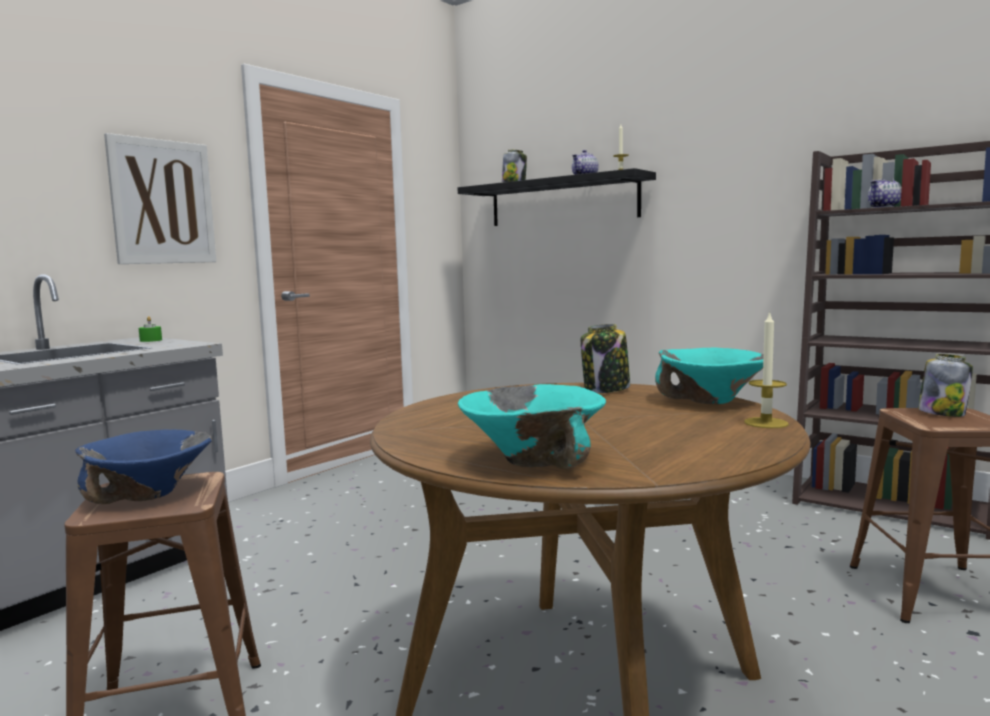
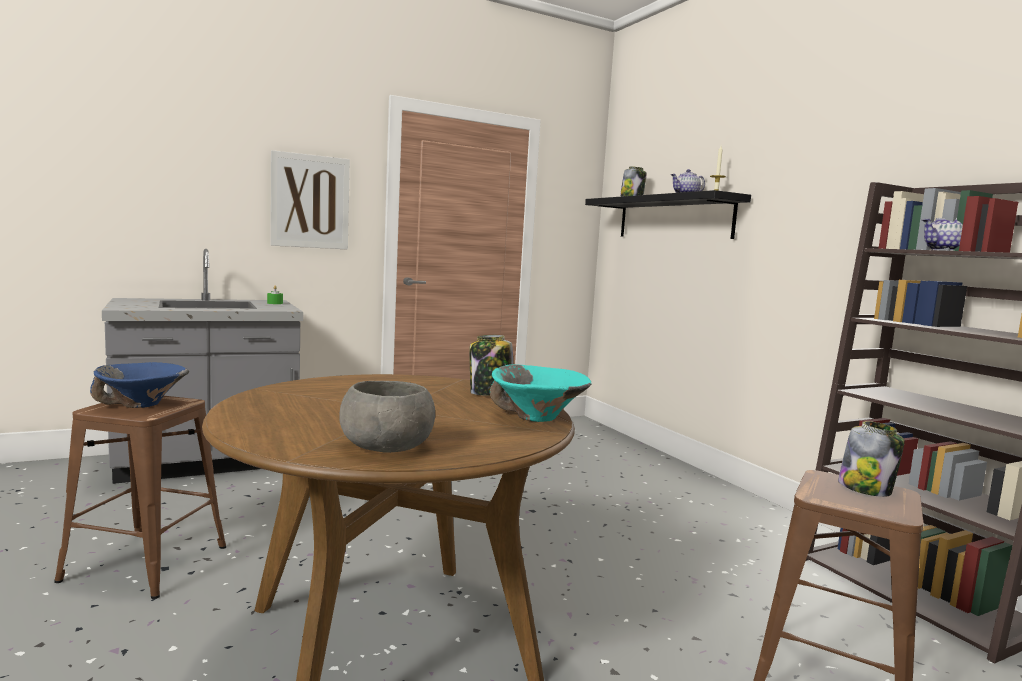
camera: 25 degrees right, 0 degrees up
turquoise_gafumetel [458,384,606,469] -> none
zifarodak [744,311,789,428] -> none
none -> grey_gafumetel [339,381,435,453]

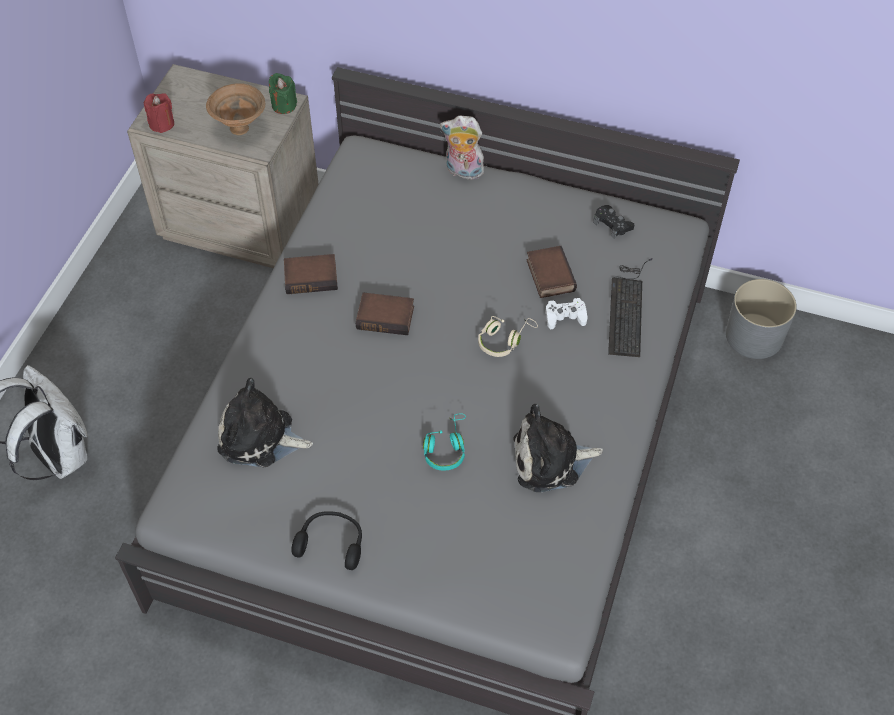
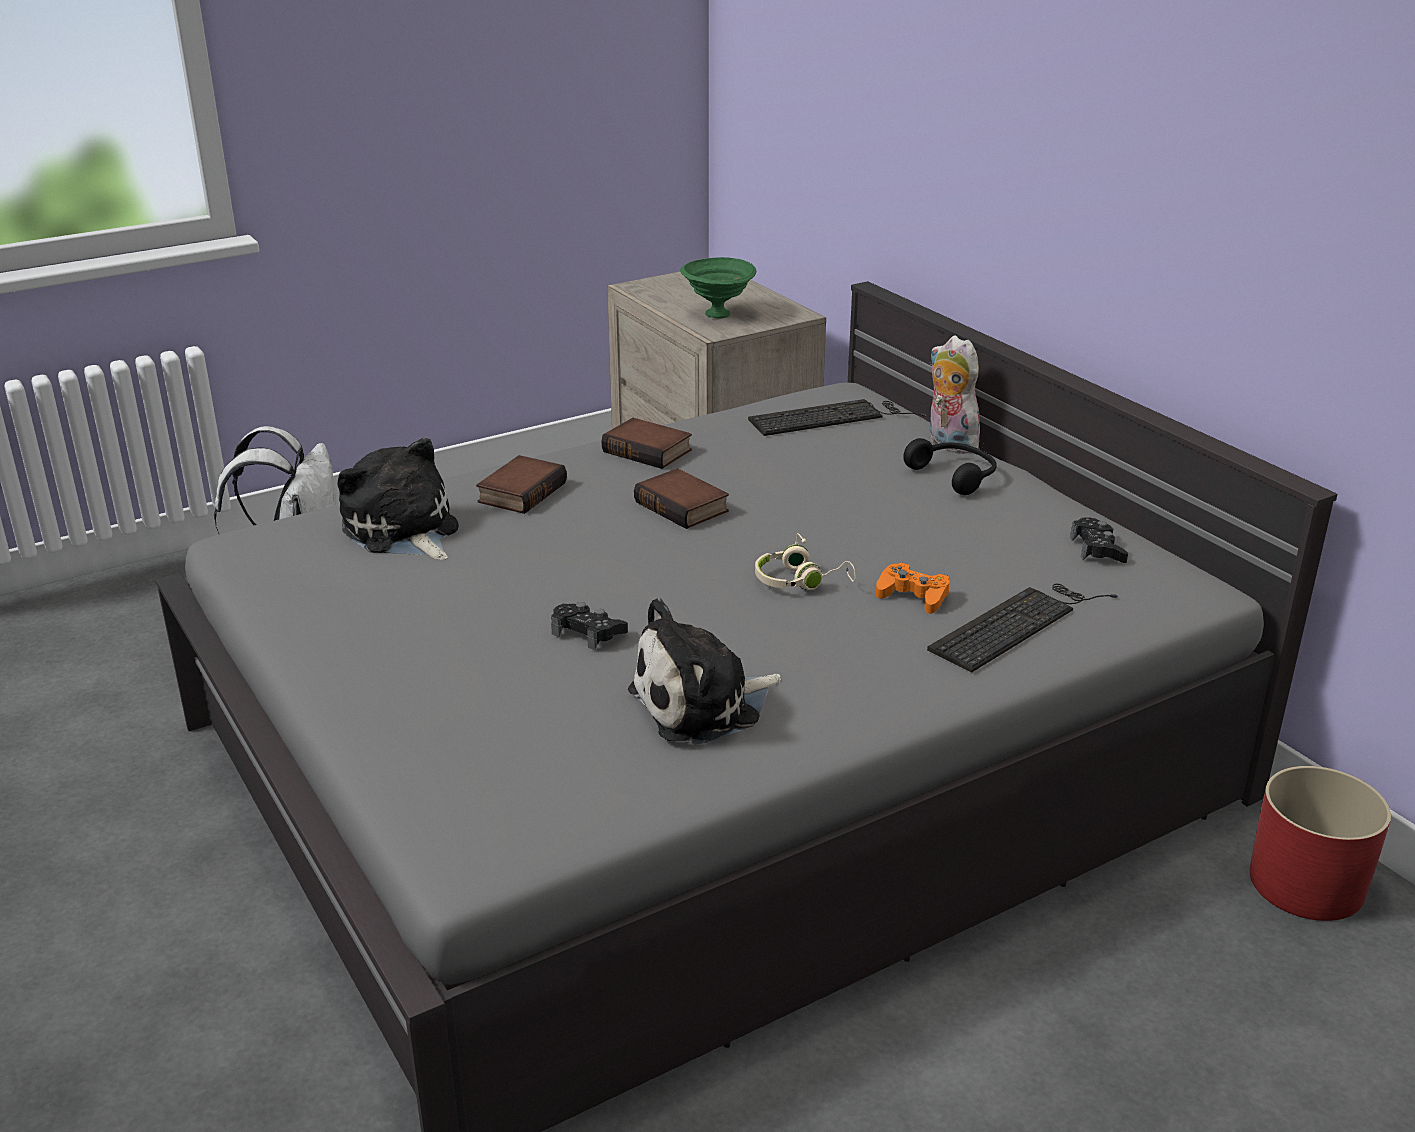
camera: 40 degrees right, 25 degrees down
red_zifarodak [144,93,174,133] -> none
brown_gafumetel [206,83,265,135] -> green_gafumetel [680,257,756,318]
green_zifarodak [269,73,297,114] -> none
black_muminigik [291,511,362,570] -> black_muminigik [903,438,997,495], move
turquoise_muminigik [423,413,466,470] -> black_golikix [551,602,628,650]
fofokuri [513,404,603,492] -> fofokuri [628,598,781,745], 60 degrees counterclockwise
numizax [527,246,577,298] -> numizax [476,455,567,514], move
white_golikix [546,298,588,329] -> orange_golikix [876,563,949,614]
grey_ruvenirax [726,279,797,359] -> red_ruvenirax [1250,766,1391,921]
none -> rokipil [748,399,926,436]

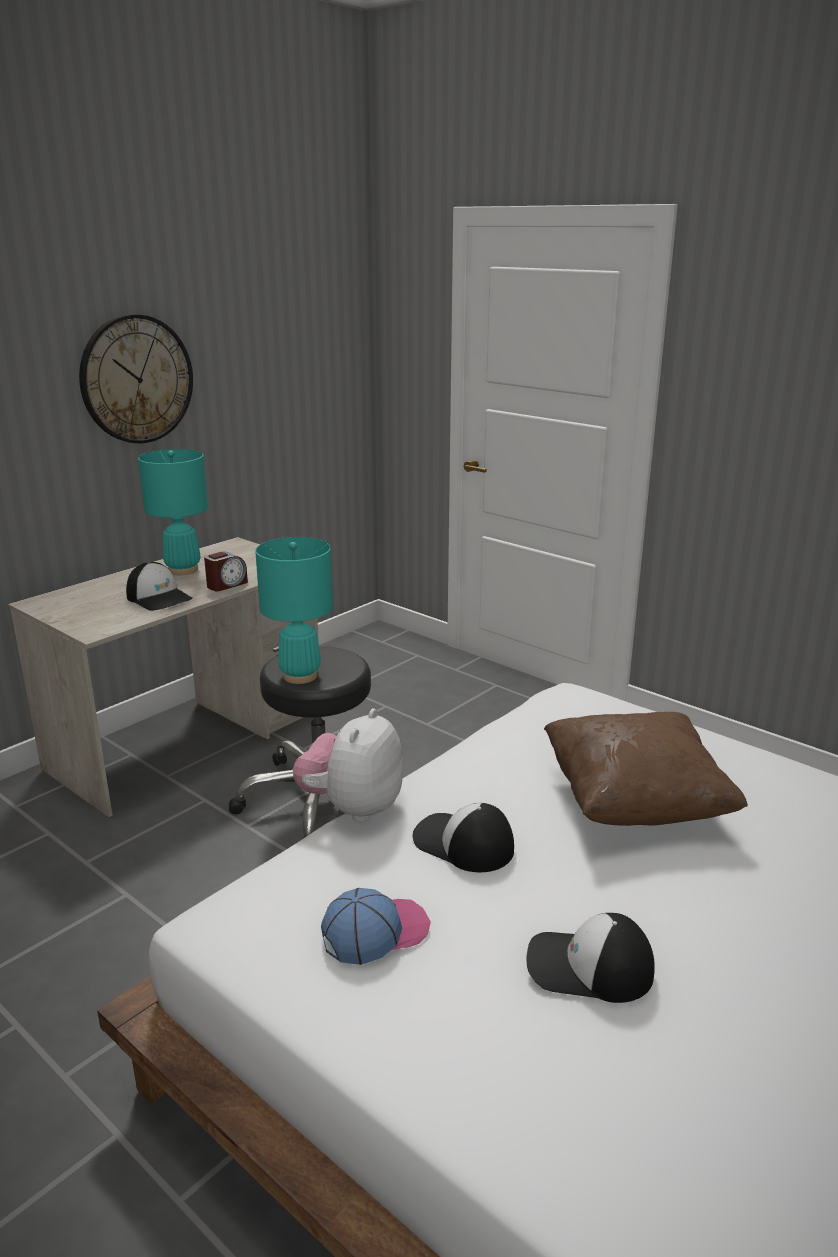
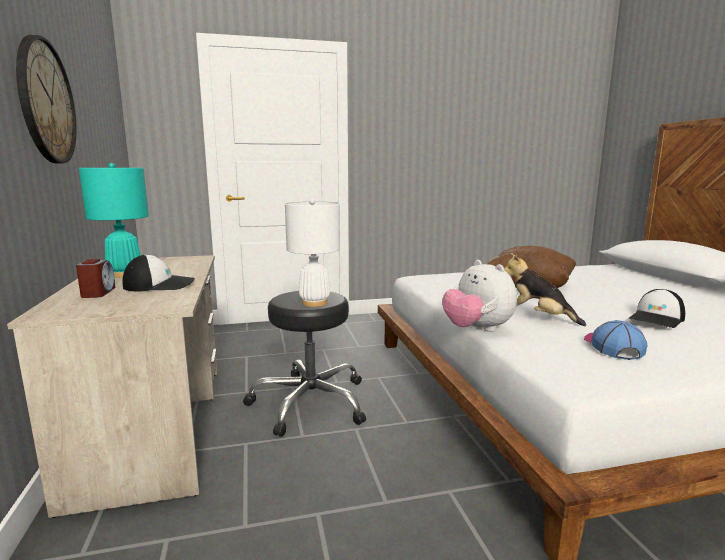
camera: 55 degrees left, 10 degrees down
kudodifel [204,551,248,591] -> kudodifel [76,259,115,298], move
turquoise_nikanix [255,537,333,684] -> white_nikanix [285,199,340,307]
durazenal [413,803,514,872] -> fofokuri [504,253,586,326]

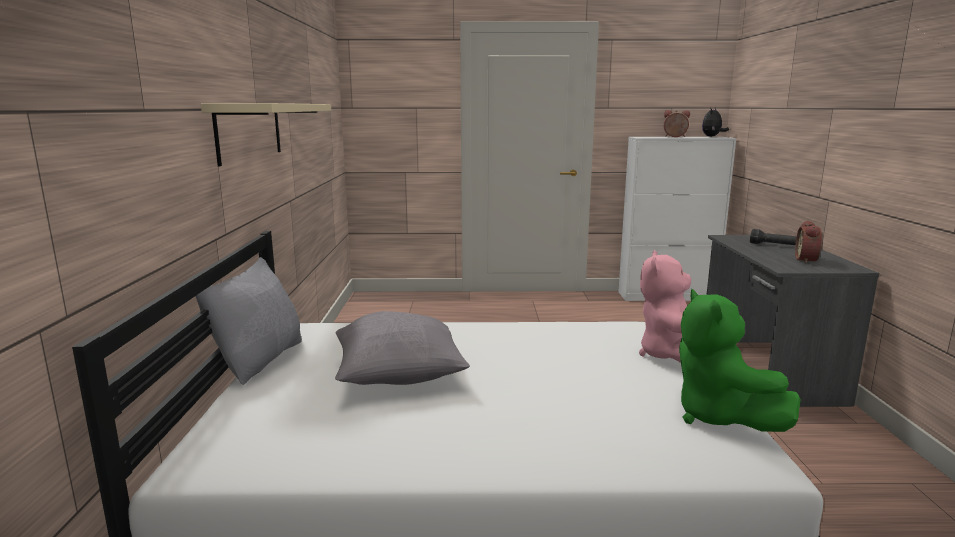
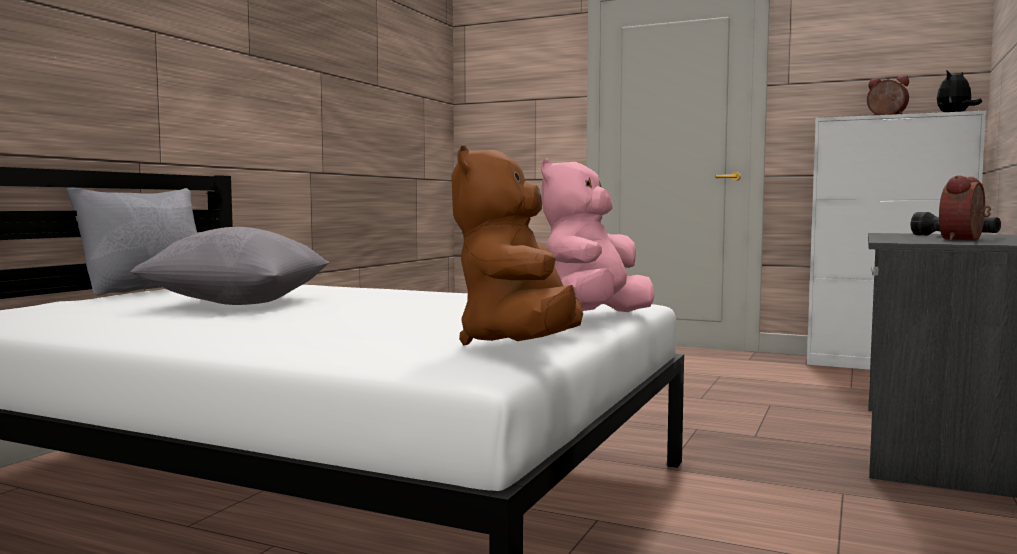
camera: 25 degrees right, 10 degrees down
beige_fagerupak [201,103,331,166] -> none
green_fofokuri [679,289,801,432] -> brown_fofokuri [451,145,583,345]

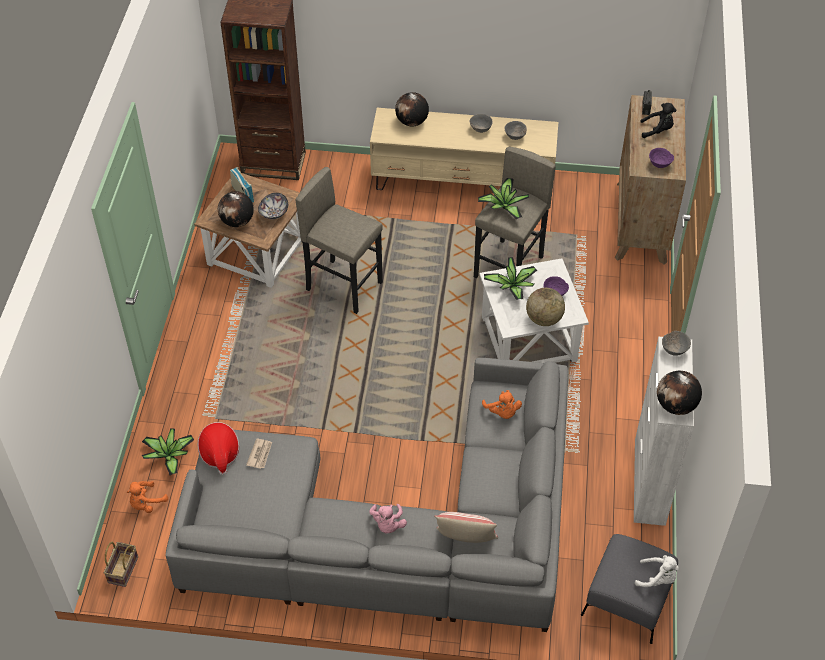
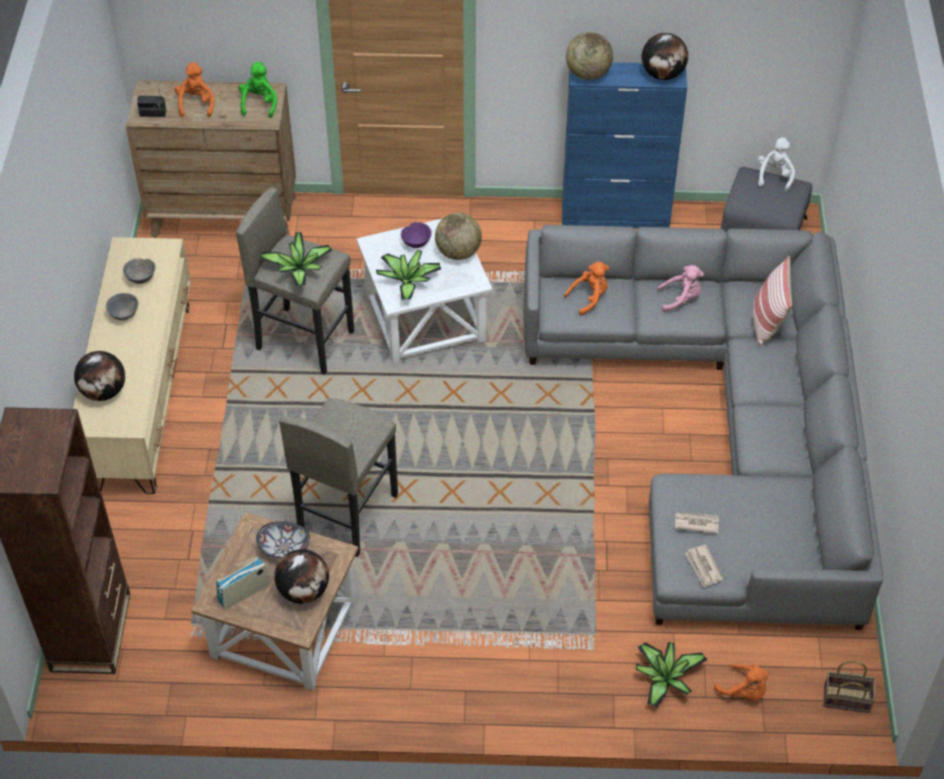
camera: 95 degrees left, 0 degrees up
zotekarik [198,422,239,475] -> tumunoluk [685,545,723,587]
pink_fofokuri [369,504,407,533] -> pink_fofokuri [658,265,704,312], move
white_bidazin [634,336,694,526] -> blue_bidazin [562,62,687,229]
black_fofokuri [640,103,676,138] -> orange_fofokuri [174,62,214,117]
purple_gafumetel [649,148,674,168] -> green_fofokuri [239,62,277,118]
grey_gafumetel [662,331,691,356] -> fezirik [566,32,613,80]

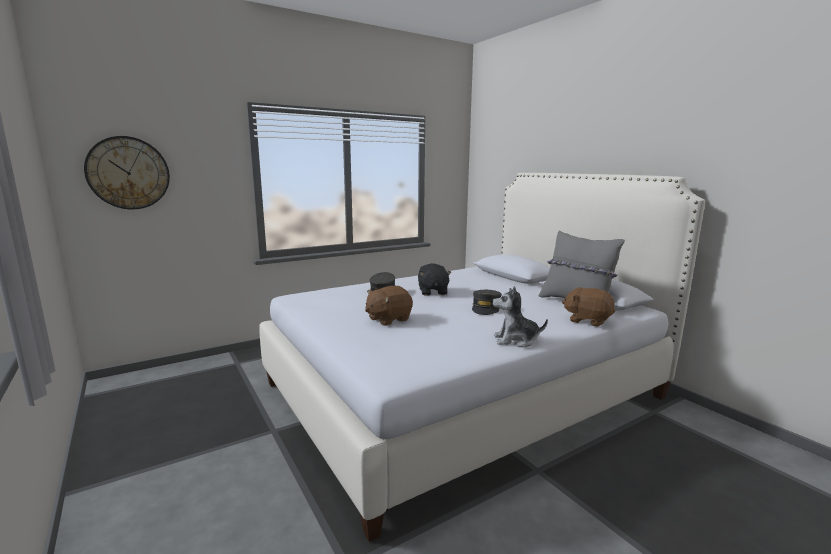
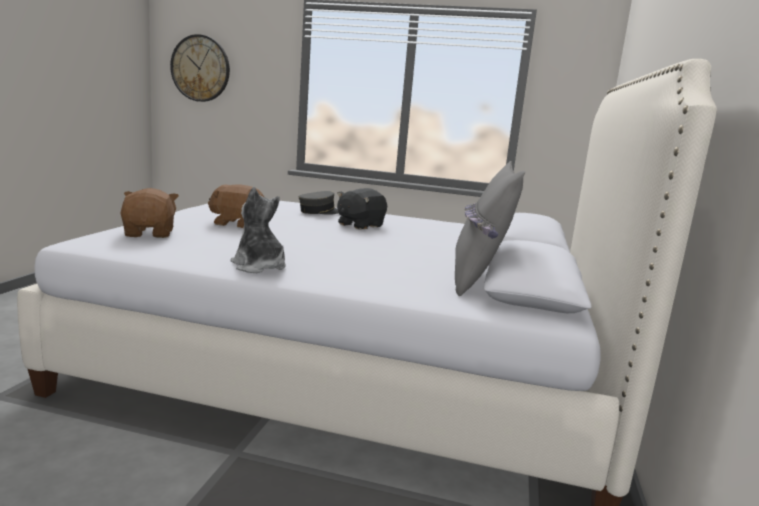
camera: 45 degrees right, 0 degrees up
grey_durazenal [472,290,502,315] -> none
brown_fofokuri [562,287,615,327] -> brown_fofokuri [121,188,179,238], move

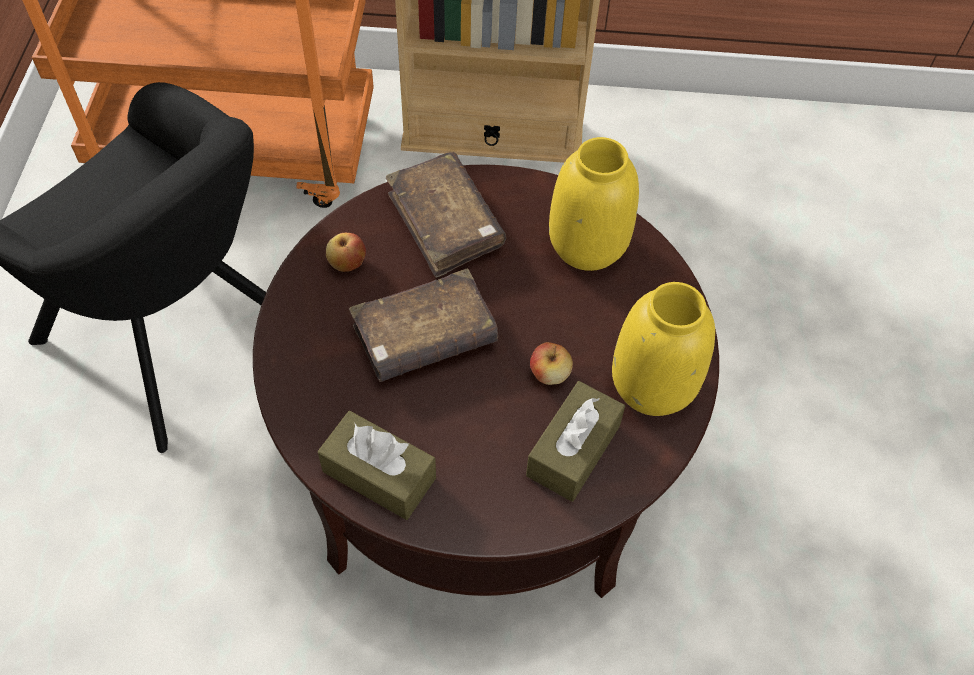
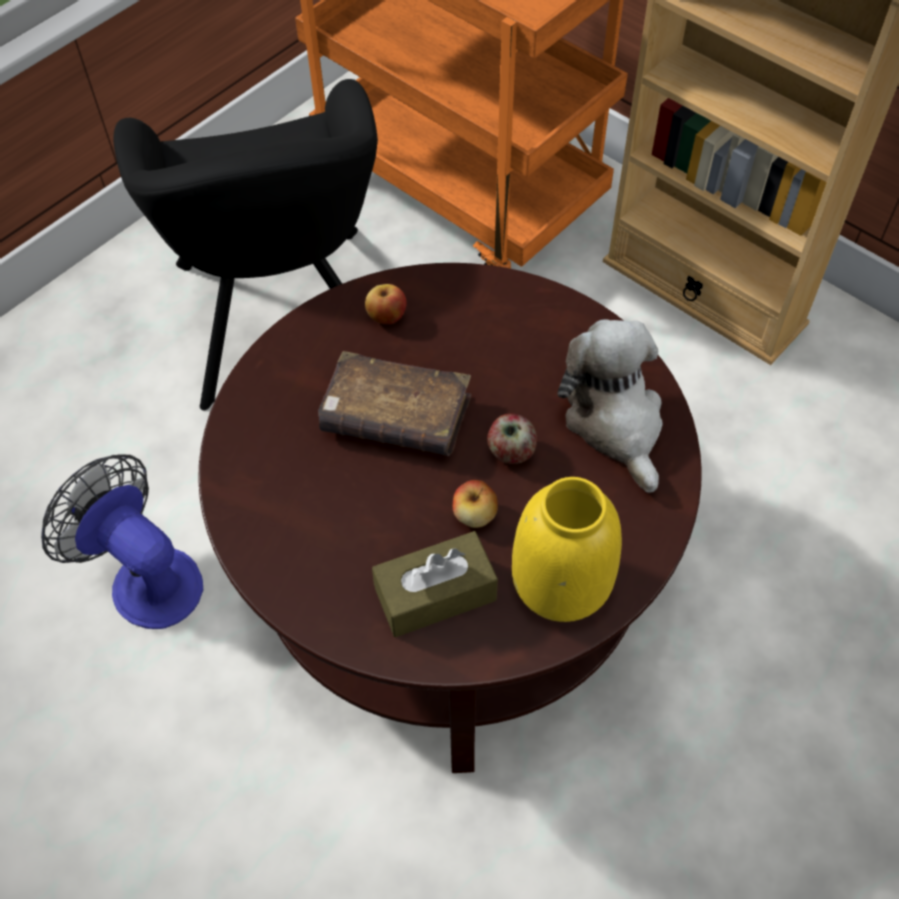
camera: 40 degrees right, 0 degrees up
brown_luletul [318,411,436,520] -> none
brown_numizax [386,152,506,278] -> none
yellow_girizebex [549,137,639,271] -> fofokuri [558,319,663,493]
none -> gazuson [41,454,203,629]
none -> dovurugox [487,414,537,464]

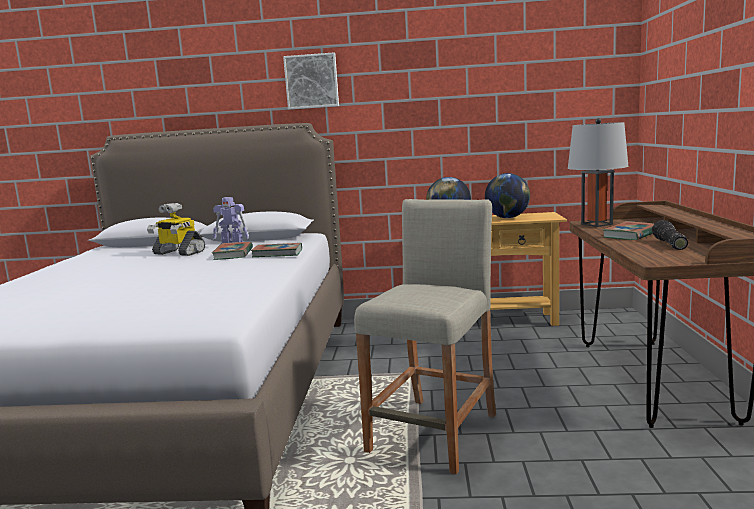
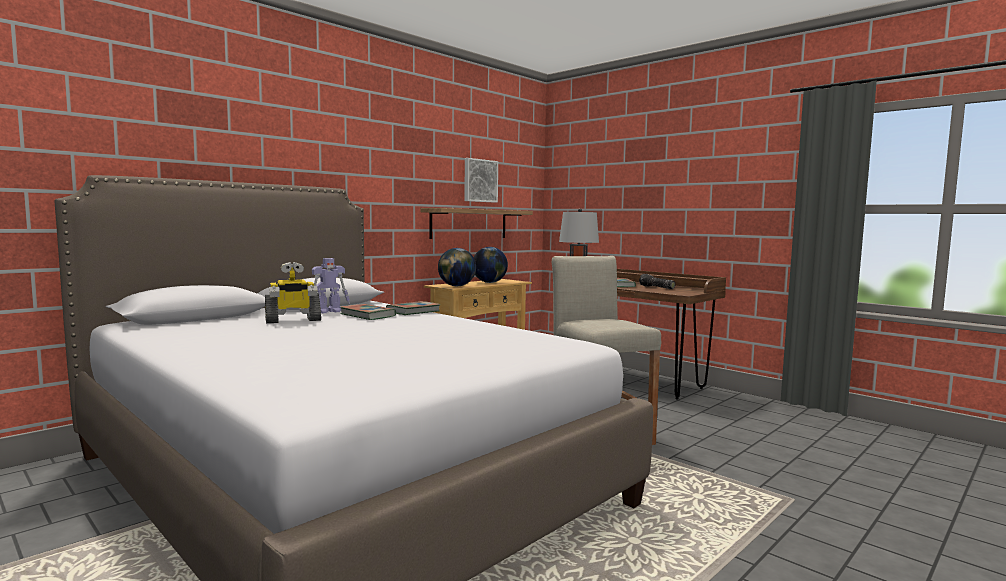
camera: 50 degrees left, 5 degrees down
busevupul [283,52,339,110] -> busevupul [464,158,498,203], move
none -> fagerupak [421,208,533,239]

